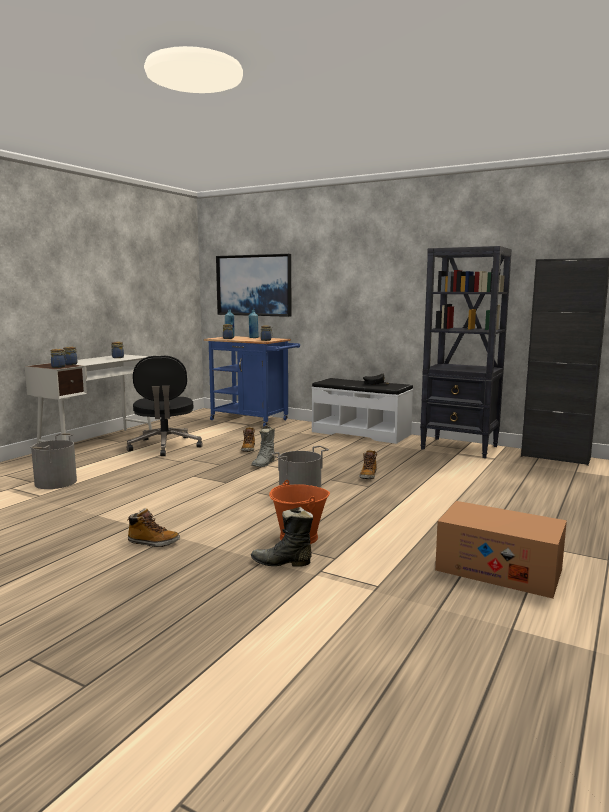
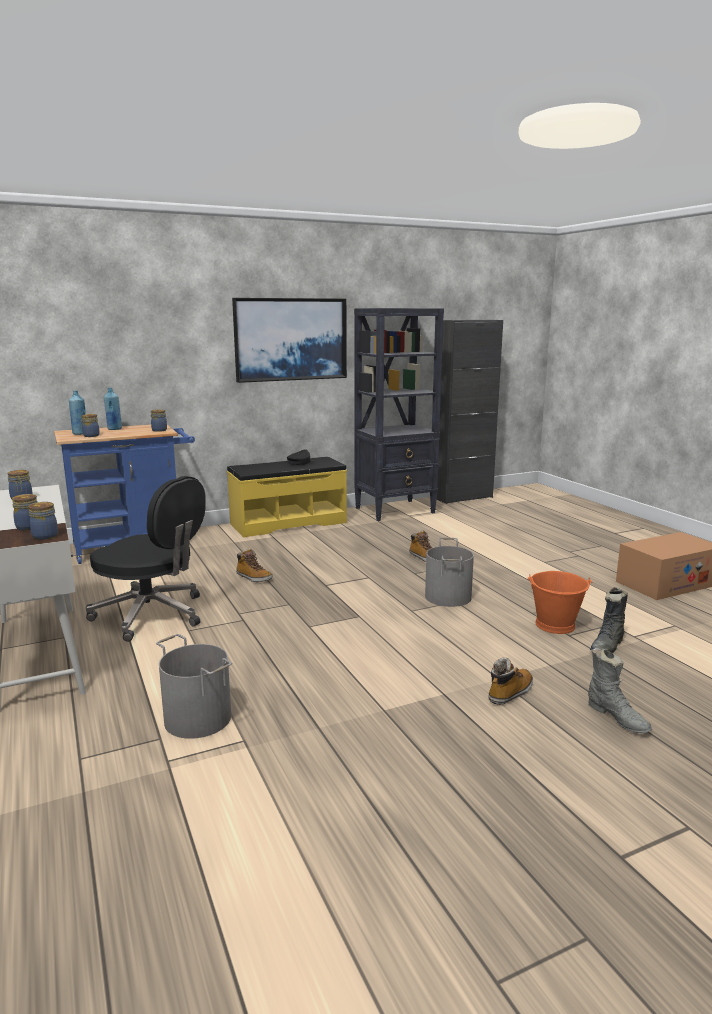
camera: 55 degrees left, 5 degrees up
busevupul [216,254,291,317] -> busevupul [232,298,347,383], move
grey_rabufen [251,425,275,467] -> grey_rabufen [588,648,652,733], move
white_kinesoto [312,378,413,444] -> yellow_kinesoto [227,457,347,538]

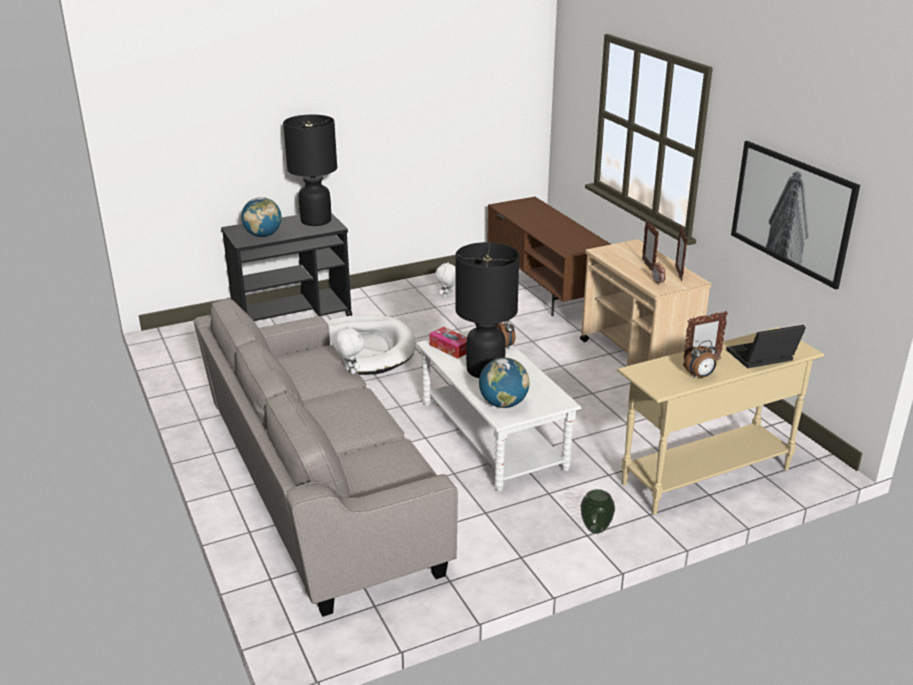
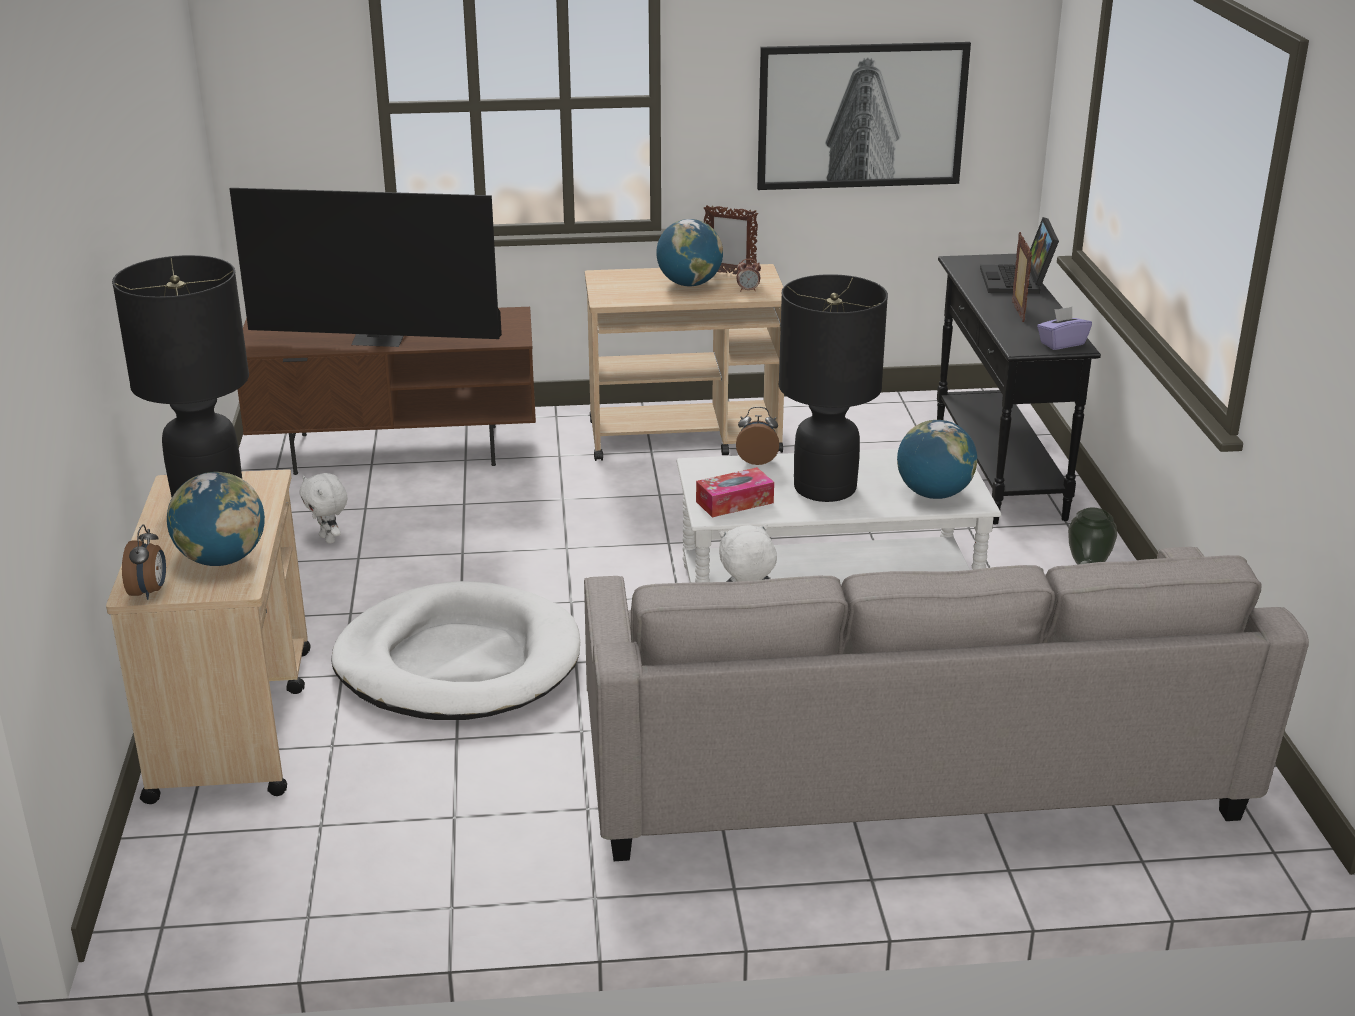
camera: 70 degrees left, 0 degrees up
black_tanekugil [221,213,352,321] -> beige_tanekugil [106,469,311,804]
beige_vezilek [617,327,824,514] -> black_vezilek [937,254,1101,524]
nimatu [642,220,659,272] -> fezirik [656,219,723,286]
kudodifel [685,341,717,378] -> kudodifel [122,524,166,600], move
none -> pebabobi [229,188,502,347]
none -> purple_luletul [1037,307,1092,350]

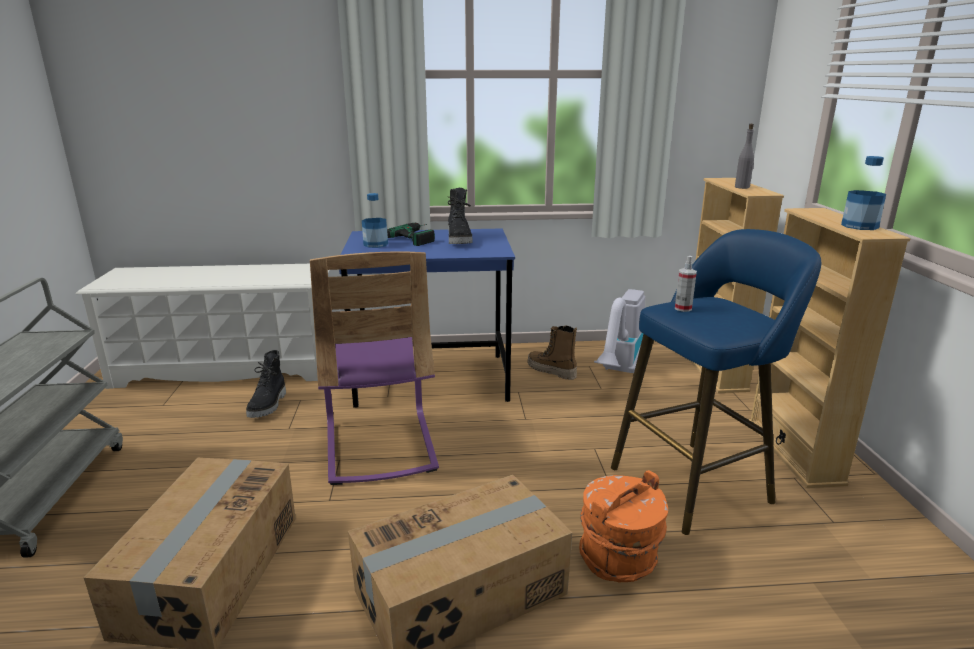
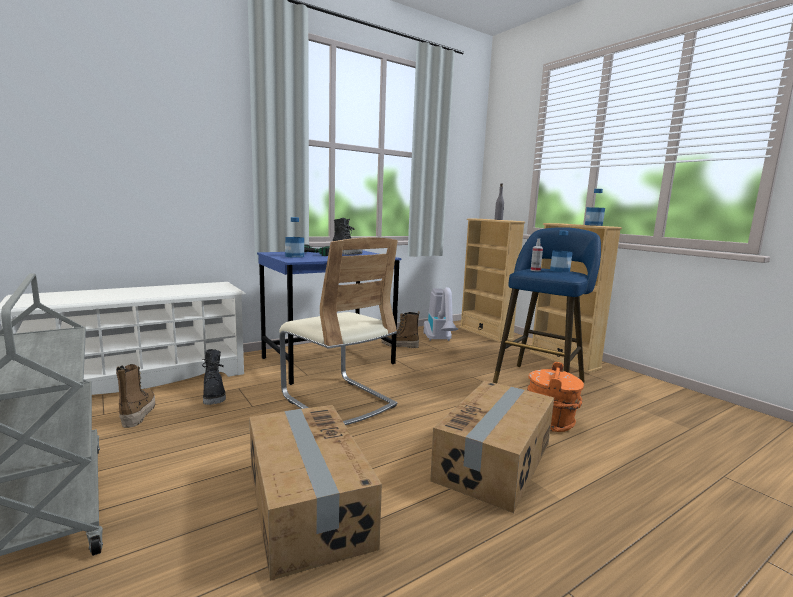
camera: 30 degrees left, 10 degrees down
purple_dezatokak [310,251,439,485] -> beige_dezatokak [279,237,398,425]
none -> rabufen [116,364,155,428]
none -> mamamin [550,231,573,272]

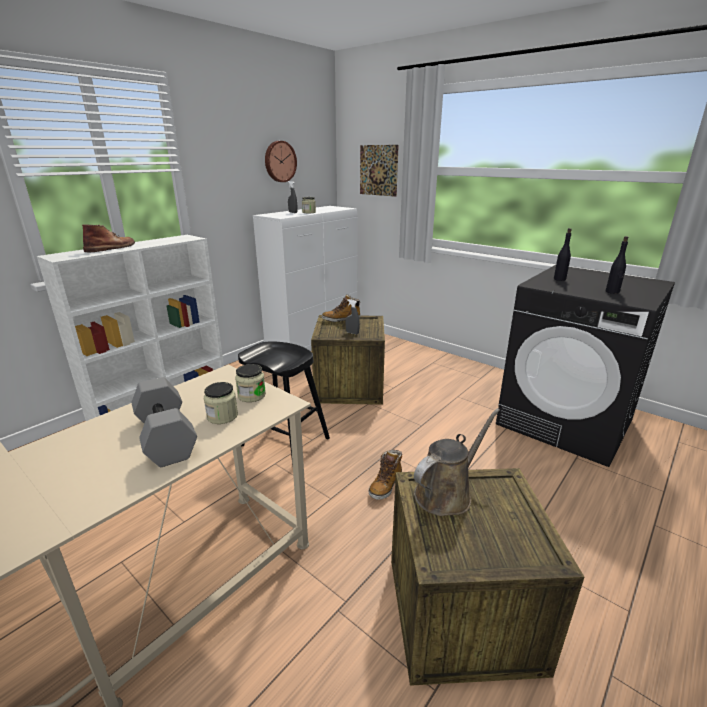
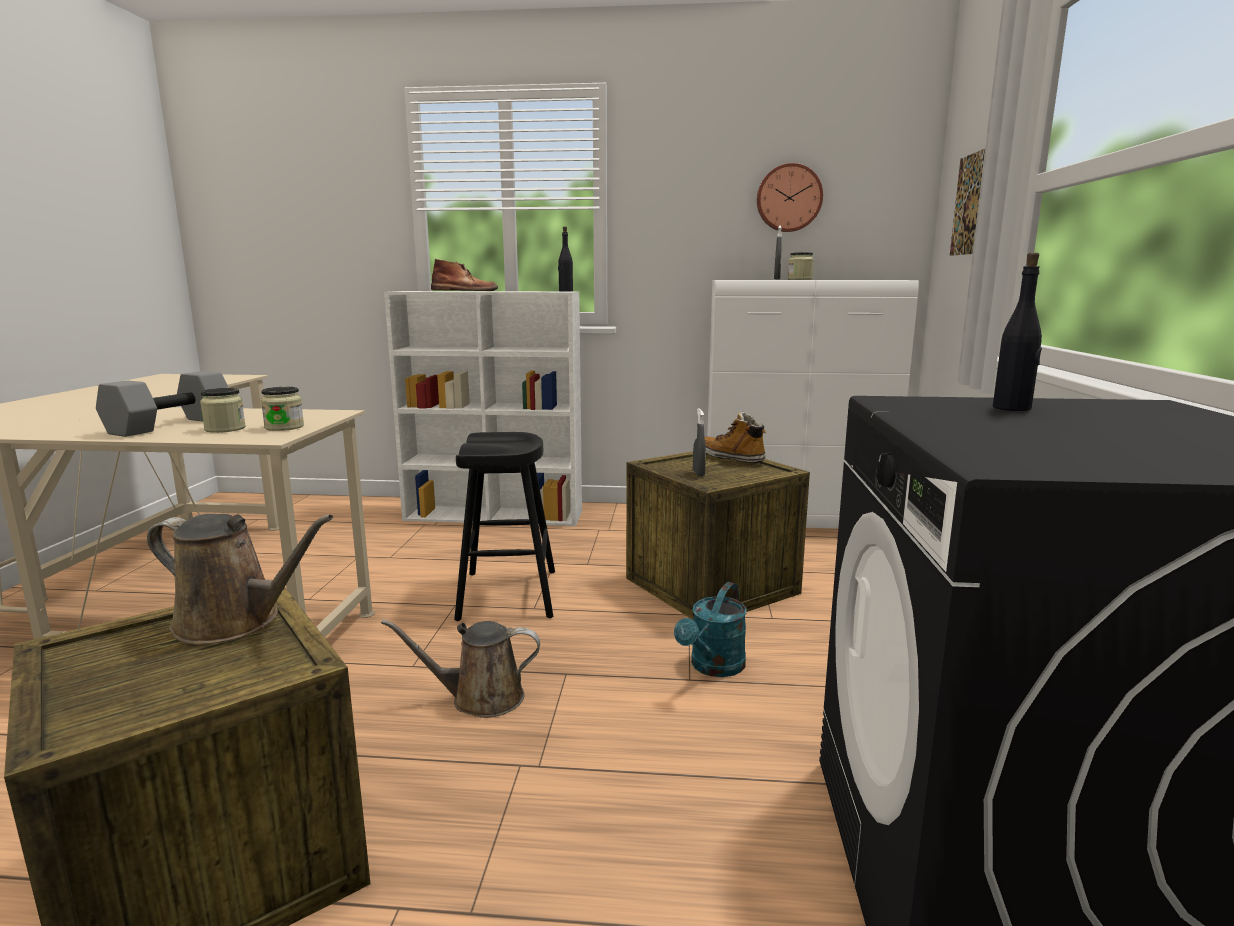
camera: 55 degrees right, 10 degrees down
rabufen [369,450,402,500] -> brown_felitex [381,619,540,718]
black_mamamin [606,236,628,294] -> black_mamamin [558,227,573,291], move
none -> turquoise_felitex [674,582,747,677]

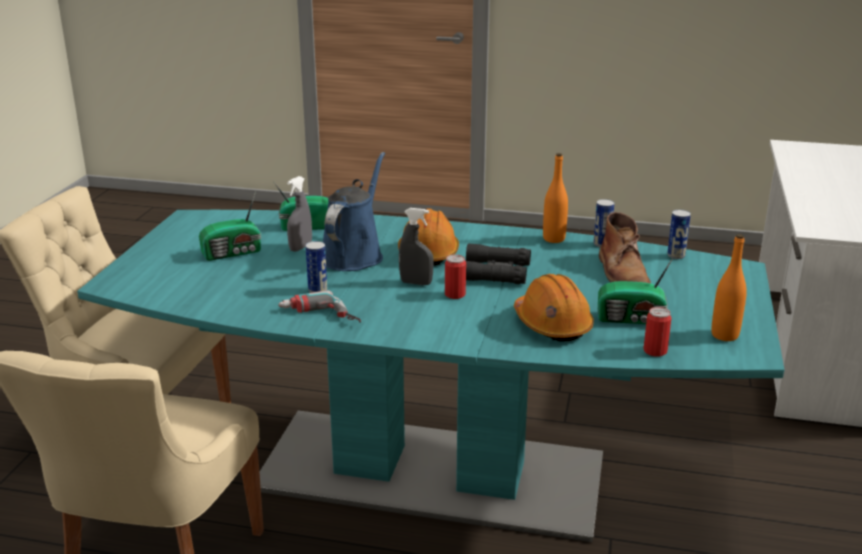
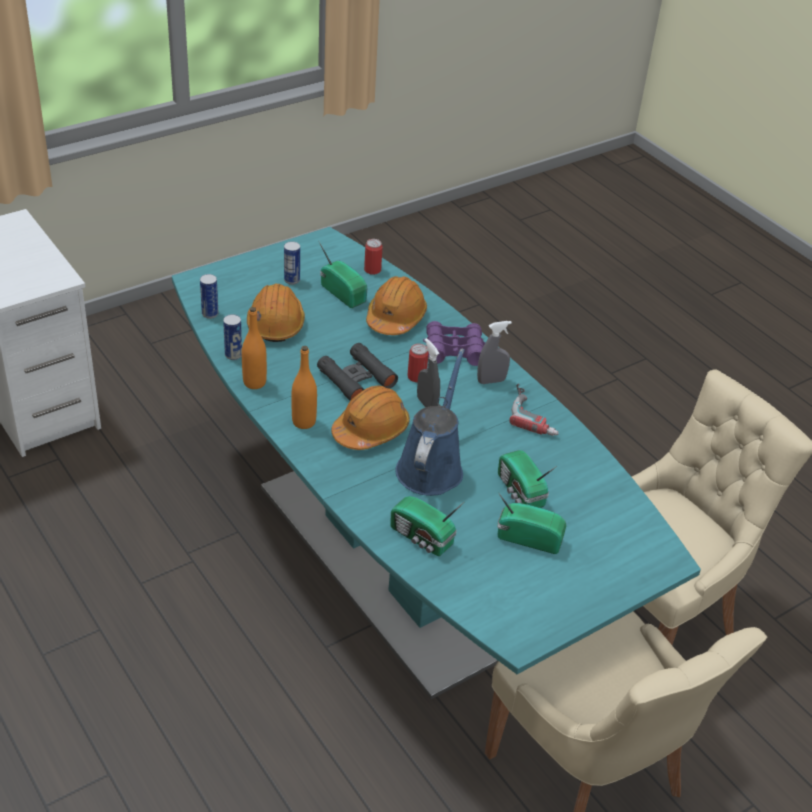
camera: 140 degrees left, 15 degrees up
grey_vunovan [287,176,312,252] -> grey_vunovan [477,321,512,384], move
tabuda [306,241,327,293] -> tabuda [284,241,300,285], move
blue_felitex [323,152,385,271] -> blue_felitex [396,349,465,496], 135 degrees clockwise
brown_rabufen [599,212,651,283] -> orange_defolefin [247,284,305,342]
orange_mamamin [712,234,747,341] -> orange_mamamin [291,346,317,429], move
none -> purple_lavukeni [423,321,486,366]
none -> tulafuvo [498,450,557,508]

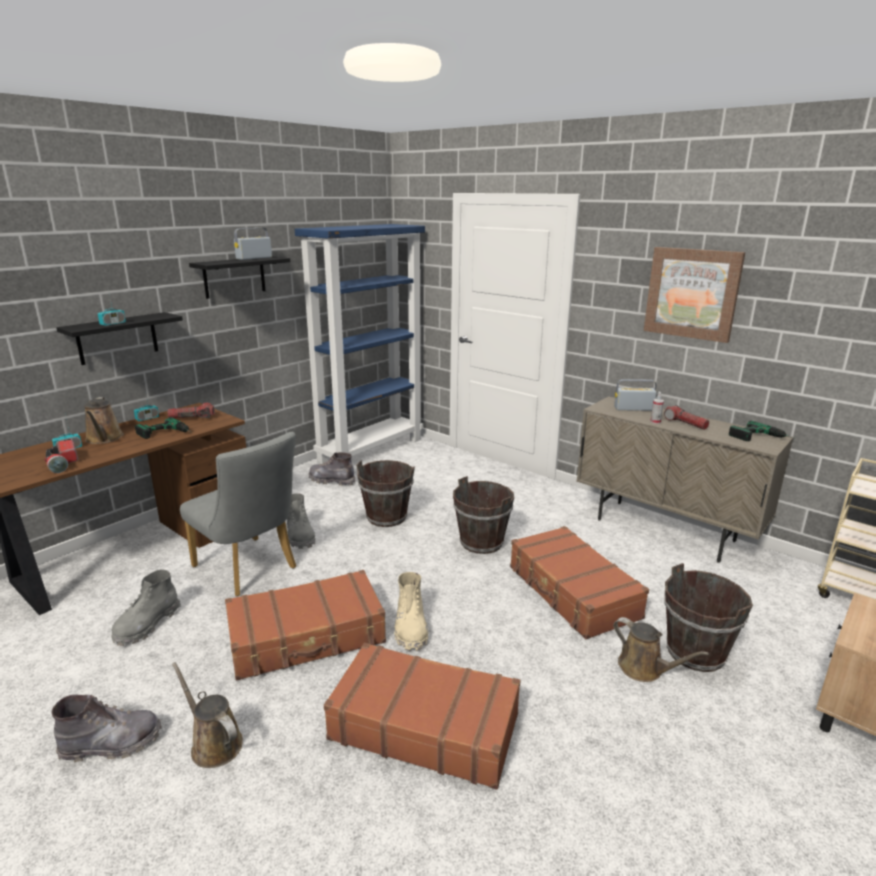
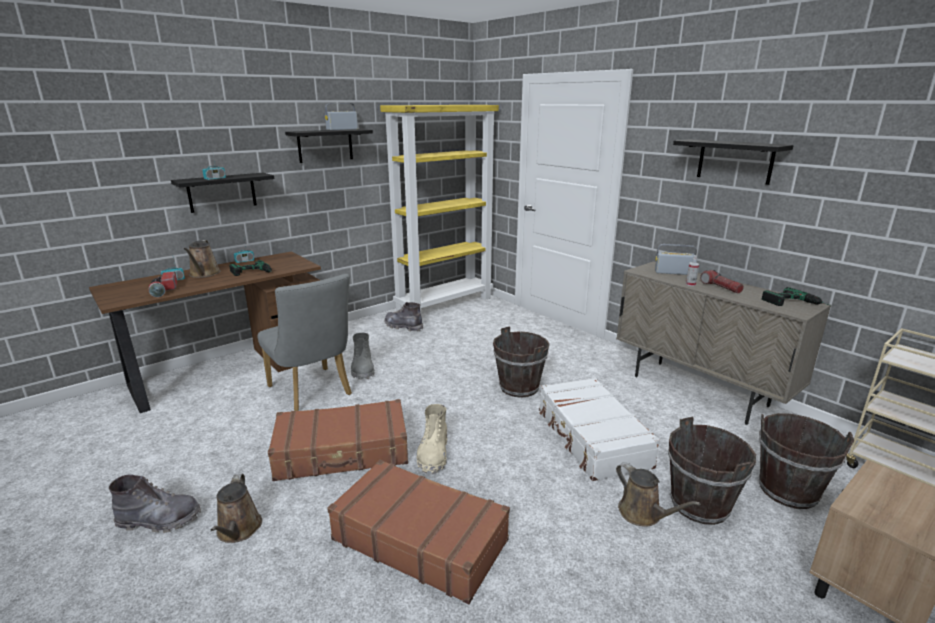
camera: 10 degrees right, 0 degrees up
grey_rabufen [111,569,181,646] -> none
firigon [167,403,215,418] -> none
brown_felitex [172,662,243,768] -> brown_felitex [210,473,262,543], 150 degrees counterclockwise
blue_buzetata [295,224,425,464] -> yellow_buzetata [380,105,499,314]
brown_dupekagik [356,460,415,527] -> brown_dupekagik [759,413,854,509], move
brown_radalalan [510,526,649,639] -> white_radalalan [539,377,661,481]
busevupul [644,247,745,343] -> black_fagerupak [673,139,794,185]

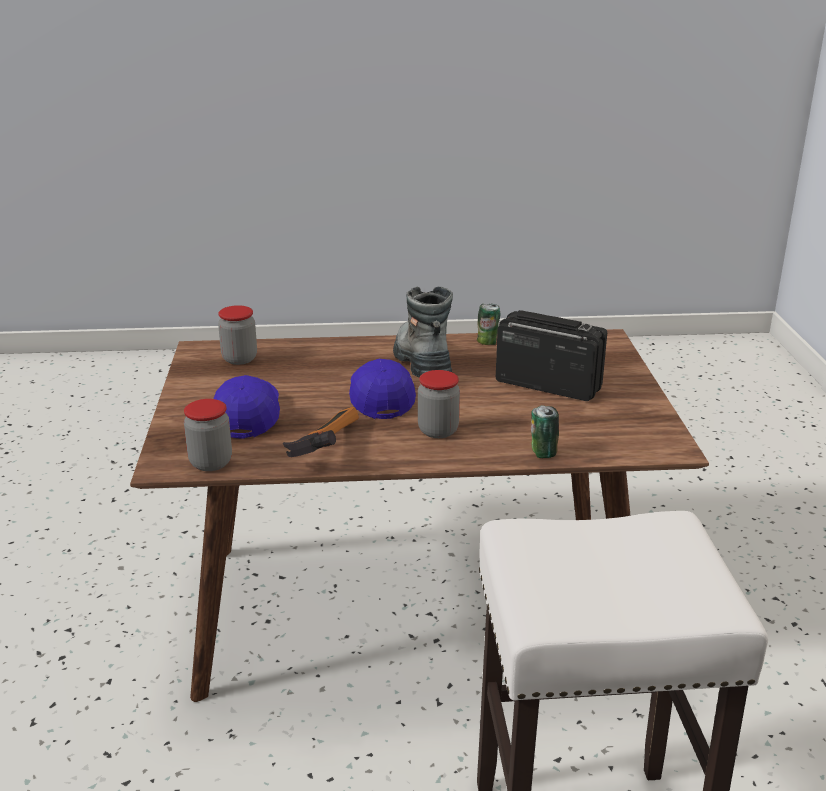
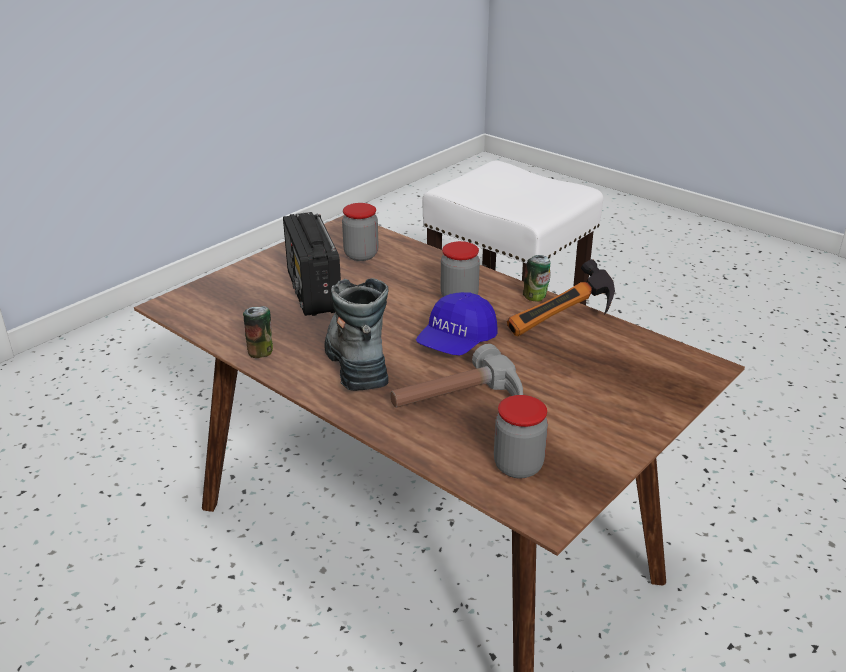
camera: 135 degrees left, 5 degrees up
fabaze [184,399,232,471] -> fabaze [342,203,379,261], move
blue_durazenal [213,375,280,439] -> none
rabufen [393,286,453,378] -> rabufen [324,278,388,391], 135 degrees clockwise
tabuda [531,405,559,458] -> tabuda [523,255,551,301], move
none -> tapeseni [390,344,523,408]

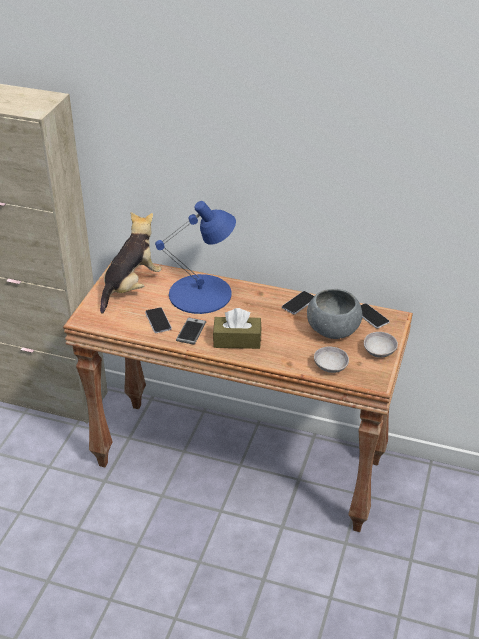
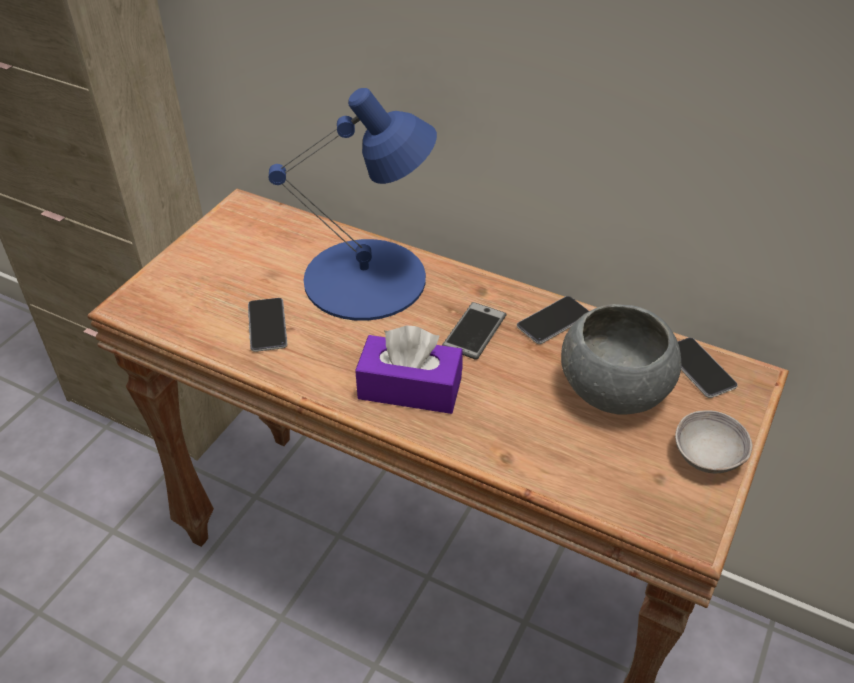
camera: 10 degrees right, 5 degrees up
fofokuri [100,212,162,314] -> none
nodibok [176,317,206,345] -> nodibok [442,302,506,360], move
brown_luletul [213,308,261,349] -> purple_luletul [355,326,463,414]
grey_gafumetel [314,347,349,373] -> none

